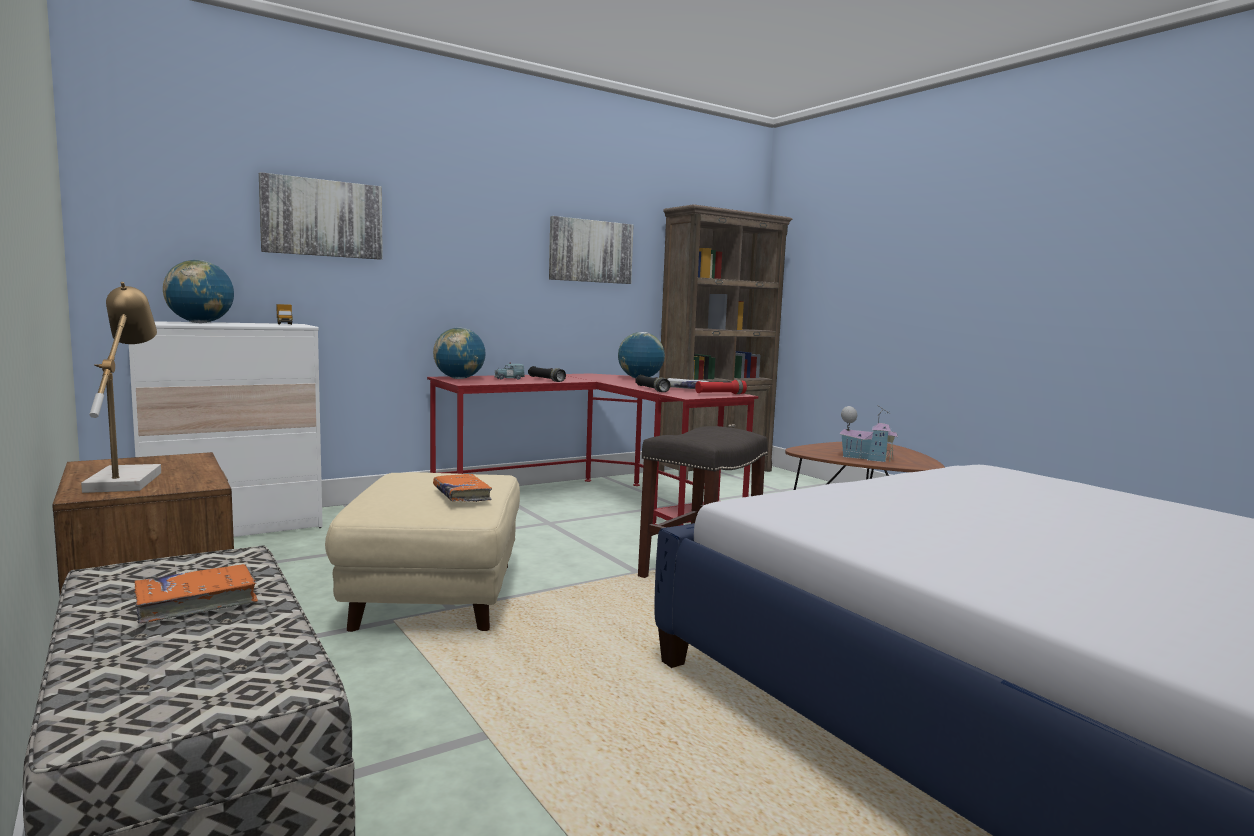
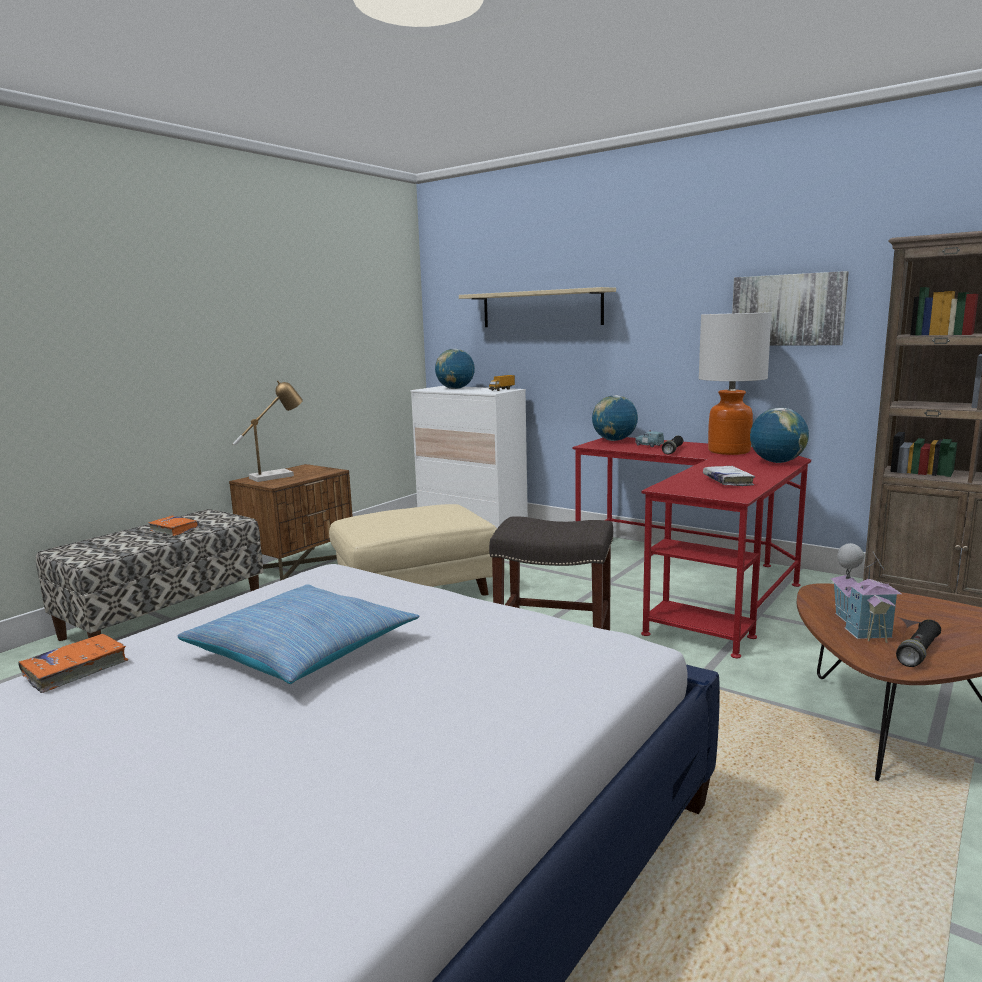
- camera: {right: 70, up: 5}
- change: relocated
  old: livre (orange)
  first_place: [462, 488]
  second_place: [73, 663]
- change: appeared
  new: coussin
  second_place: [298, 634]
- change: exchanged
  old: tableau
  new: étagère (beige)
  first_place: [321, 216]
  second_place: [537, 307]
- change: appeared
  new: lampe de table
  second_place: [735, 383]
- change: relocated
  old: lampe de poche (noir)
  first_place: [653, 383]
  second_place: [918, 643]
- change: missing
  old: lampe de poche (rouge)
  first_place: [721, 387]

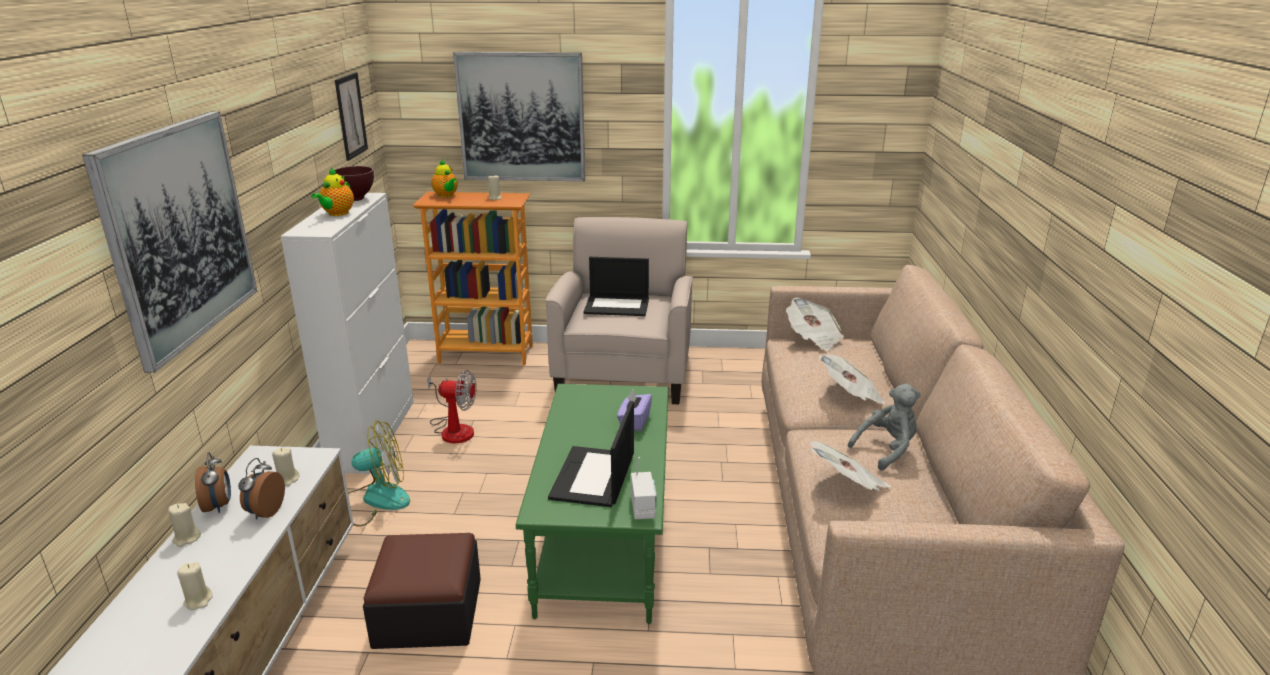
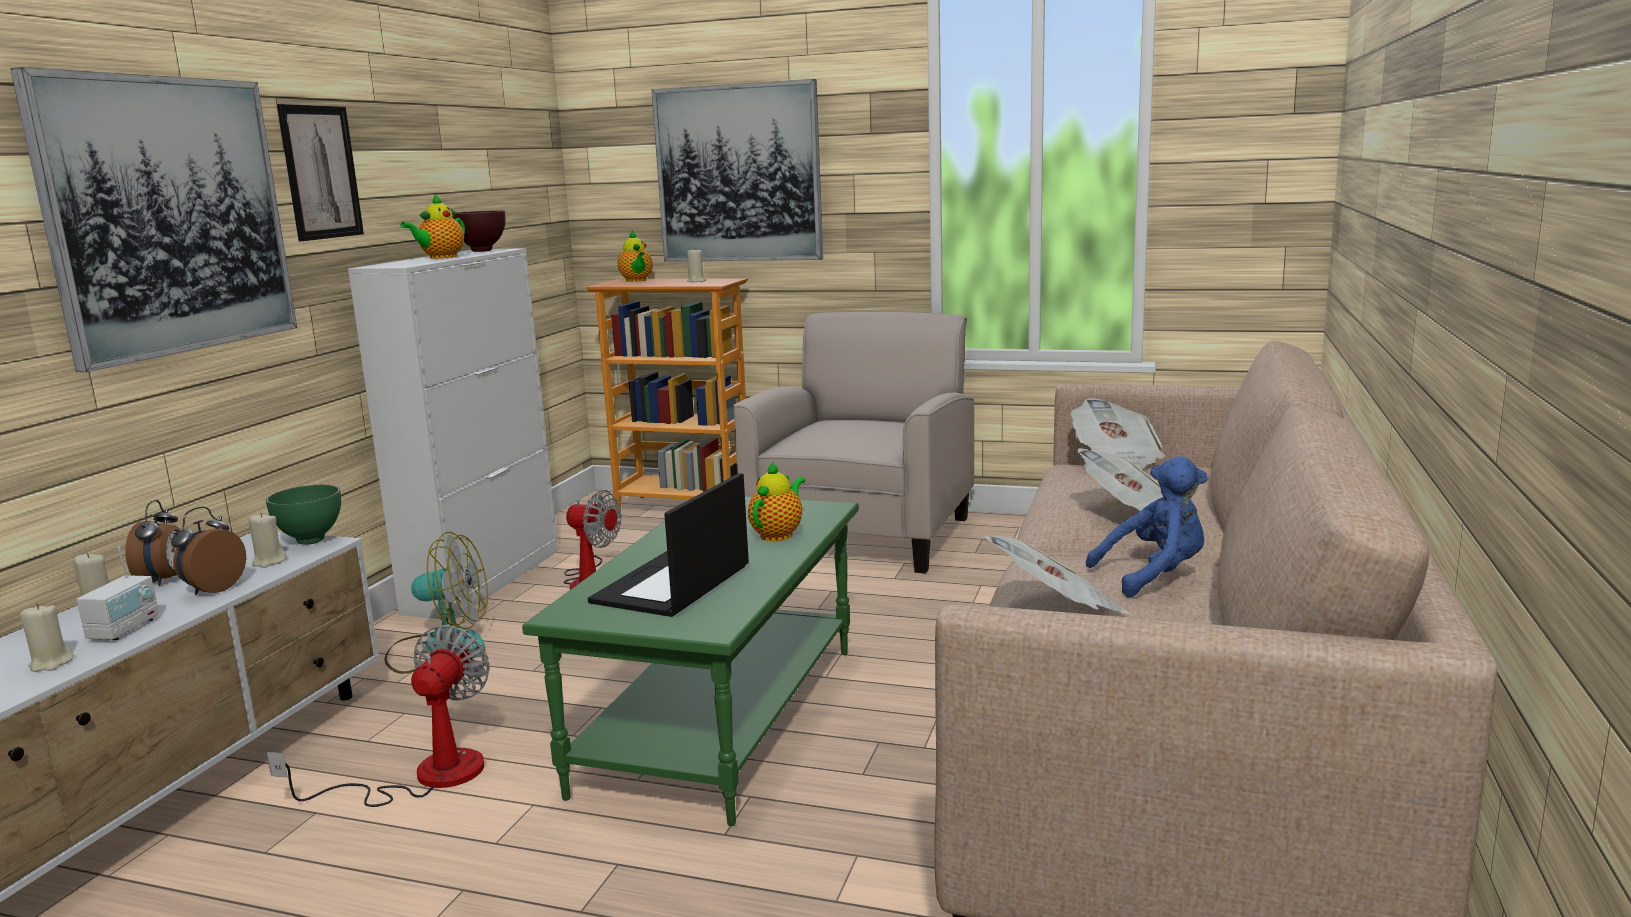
- camera: {right: 15, up: -10}
- change: relocated
  old: radio
  first_place: [644, 488]
  second_place: [117, 593]
- change: appeared
  new: bol (vert)
  second_place: [303, 515]
- change: exchanged
  old: pouf
  new: ventilateur
  first_place: [422, 591]
  second_place: [378, 716]
- change: relocated
  old: tableau
  first_place: [351, 116]
  second_place: [320, 172]
- change: exchanged
  old: boîte à mouchoirs (violet)
  new: théière
  first_place: [634, 410]
  second_place: [777, 501]
- change: colour
  old: peluche (gris)
  new: peluche (bleu)
  first_place: [884, 427]
  second_place: [1147, 526]
- change: missing
  old: ordinateur portable
  first_place: [616, 286]

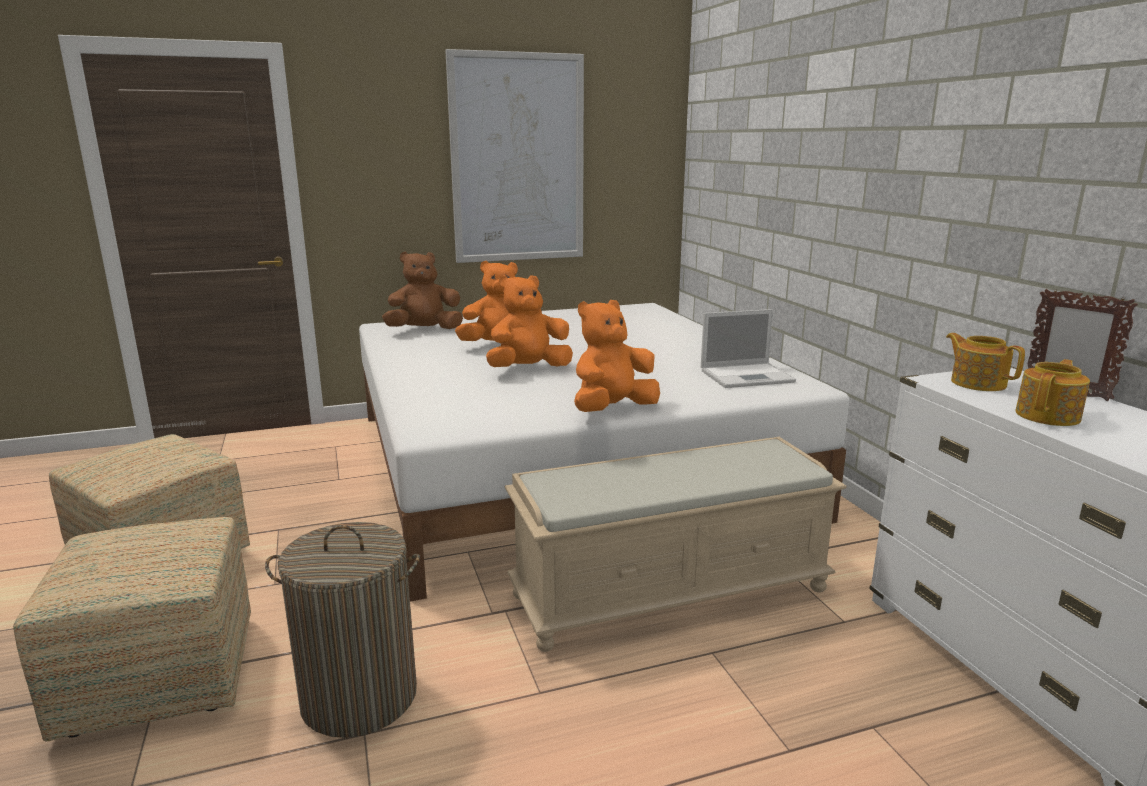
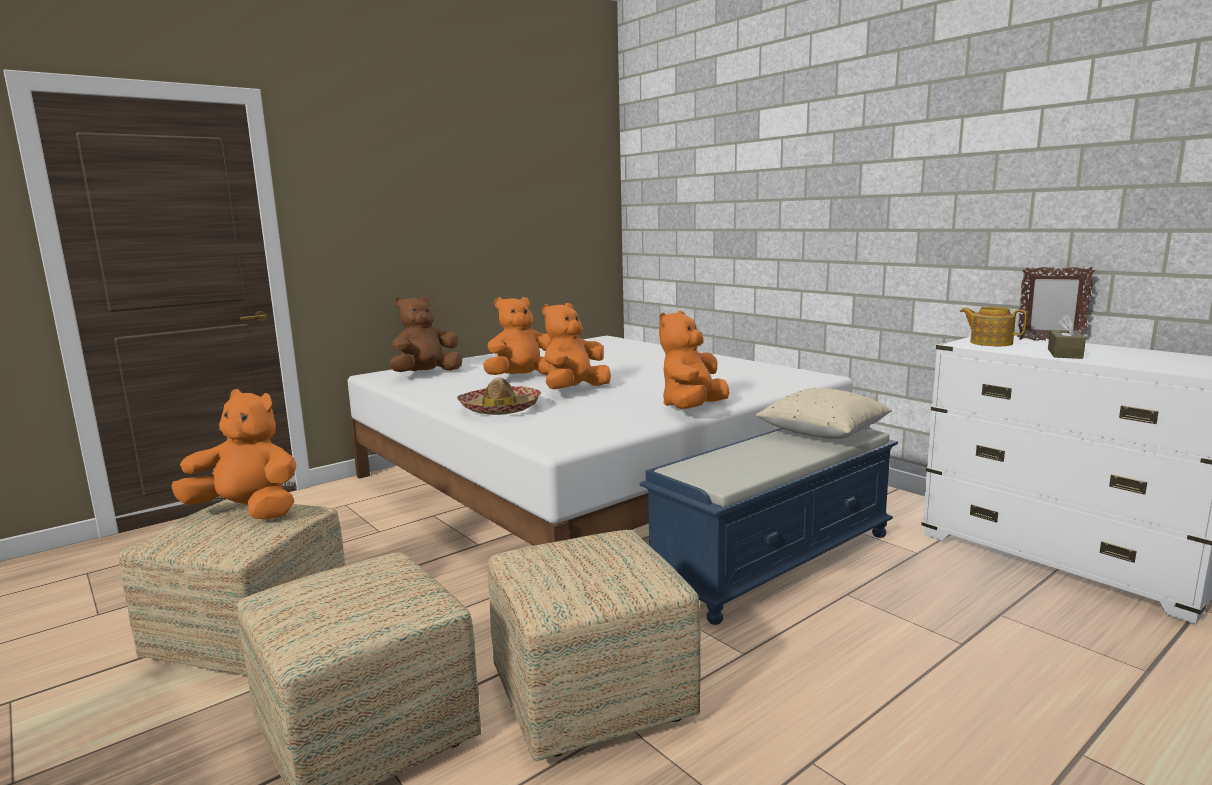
- camera: {right: -20, up: -5}
- change: appeared
  new: peluche (orange)
  second_place: [234, 454]
- change: appeared
  new: chapeau
  second_place: [499, 396]
- change: exchanged
  old: panier à linge
  new: pouf
  first_place: [342, 630]
  second_place: [594, 645]
- change: colour
  old: banc (beige)
  new: banc (bleu)
  first_place: [676, 544]
  second_place: [769, 526]
- change: appeared
  new: coussin (beige)
  second_place: [823, 413]
- change: exchanged
  old: théière
  new: boîte à mouchoirs (marron)
  first_place: [1052, 392]
  second_place: [1067, 336]
- change: missing
  old: tableau
  first_place: [514, 156]
- change: missing
  old: ordinateur portable
  first_place: [748, 348]

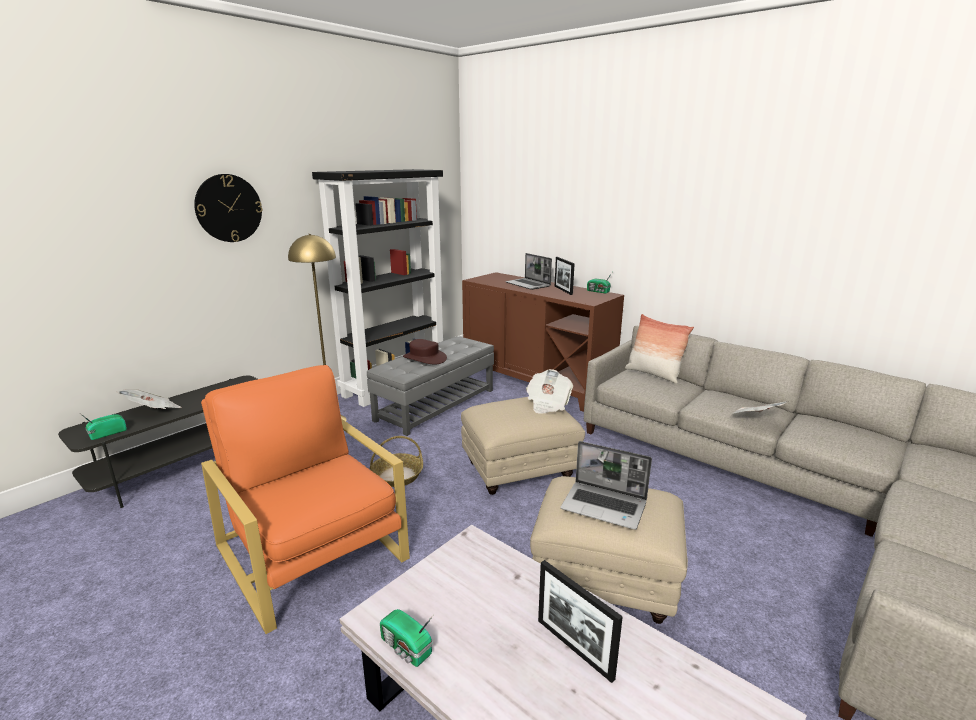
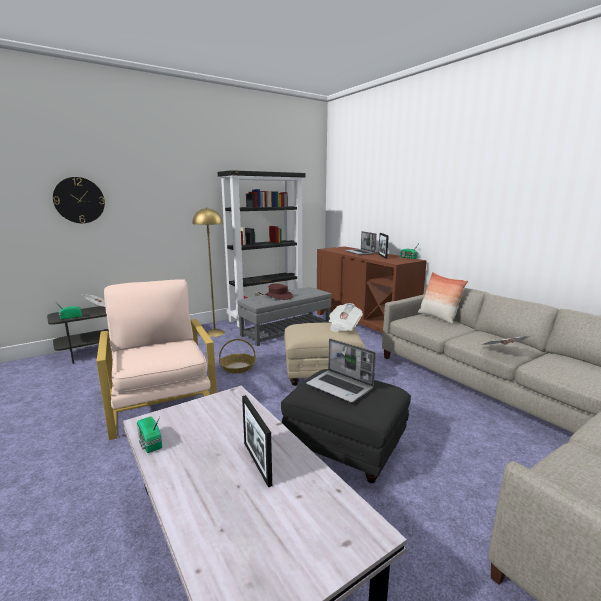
- camera: {right: 15, up: -5}
- change: relocated
  old: horloge murale
  first_place: [228, 208]
  second_place: [79, 200]
- change: colour
  old: fauteuil (orange)
  new: fauteuil (beige)
  first_place: [305, 499]
  second_place: [157, 359]
- change: colour
  old: pouf (beige)
  new: pouf (noir)
  first_place: [609, 550]
  second_place: [346, 426]

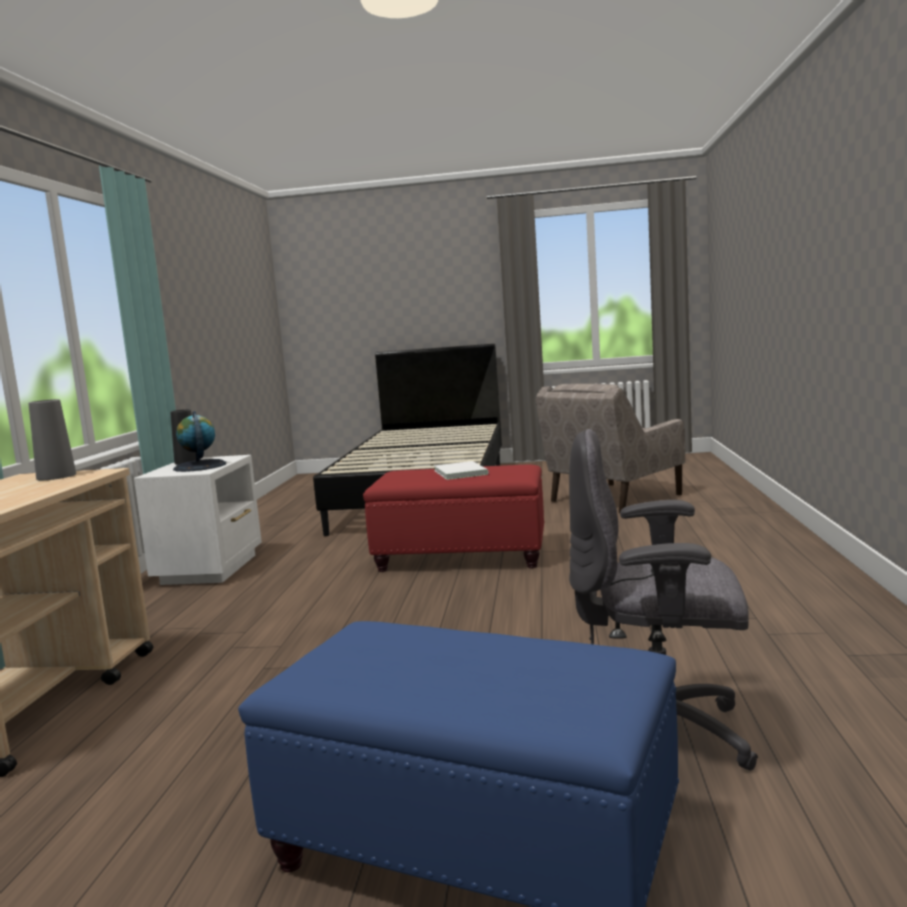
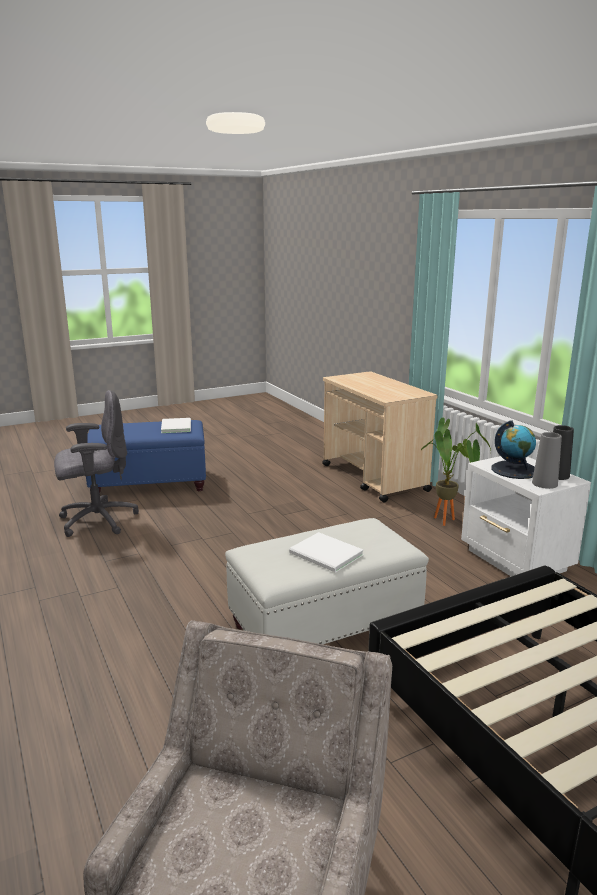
- camera: {right: 145, up: 10}
- change: appeared
  new: livre (blanc)
  second_place: [176, 425]
- change: colour
  old: pouf (rouge)
  new: pouf (blanc)
  first_place: [453, 518]
  second_place: [327, 581]
- change: appeared
  new: plante en pot
  second_place: [456, 472]
- change: relocated
  old: vase (gris)
  first_place: [52, 439]
  second_place: [547, 460]

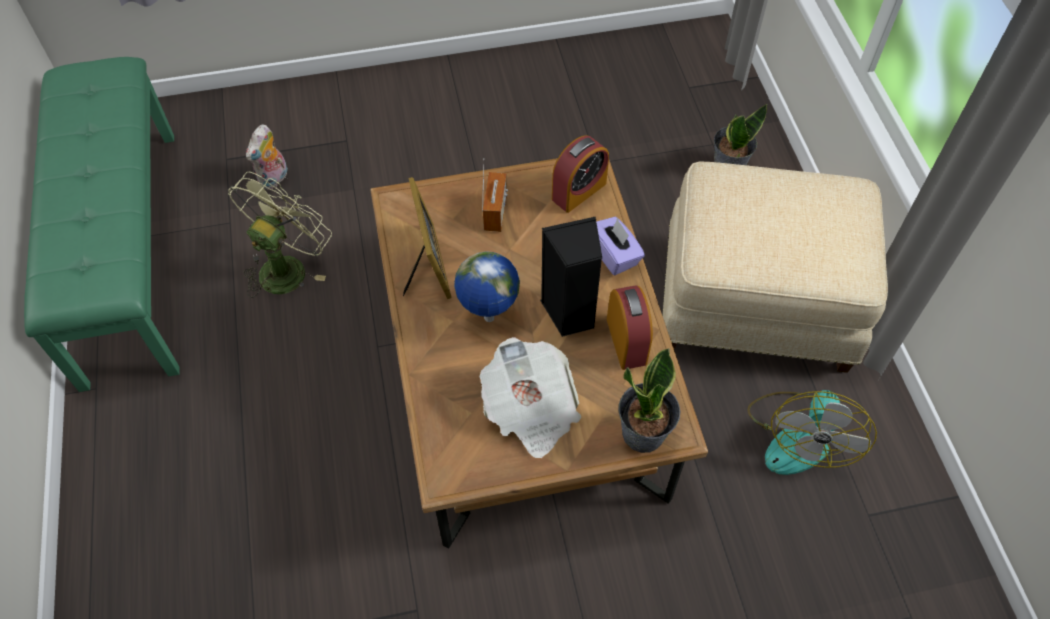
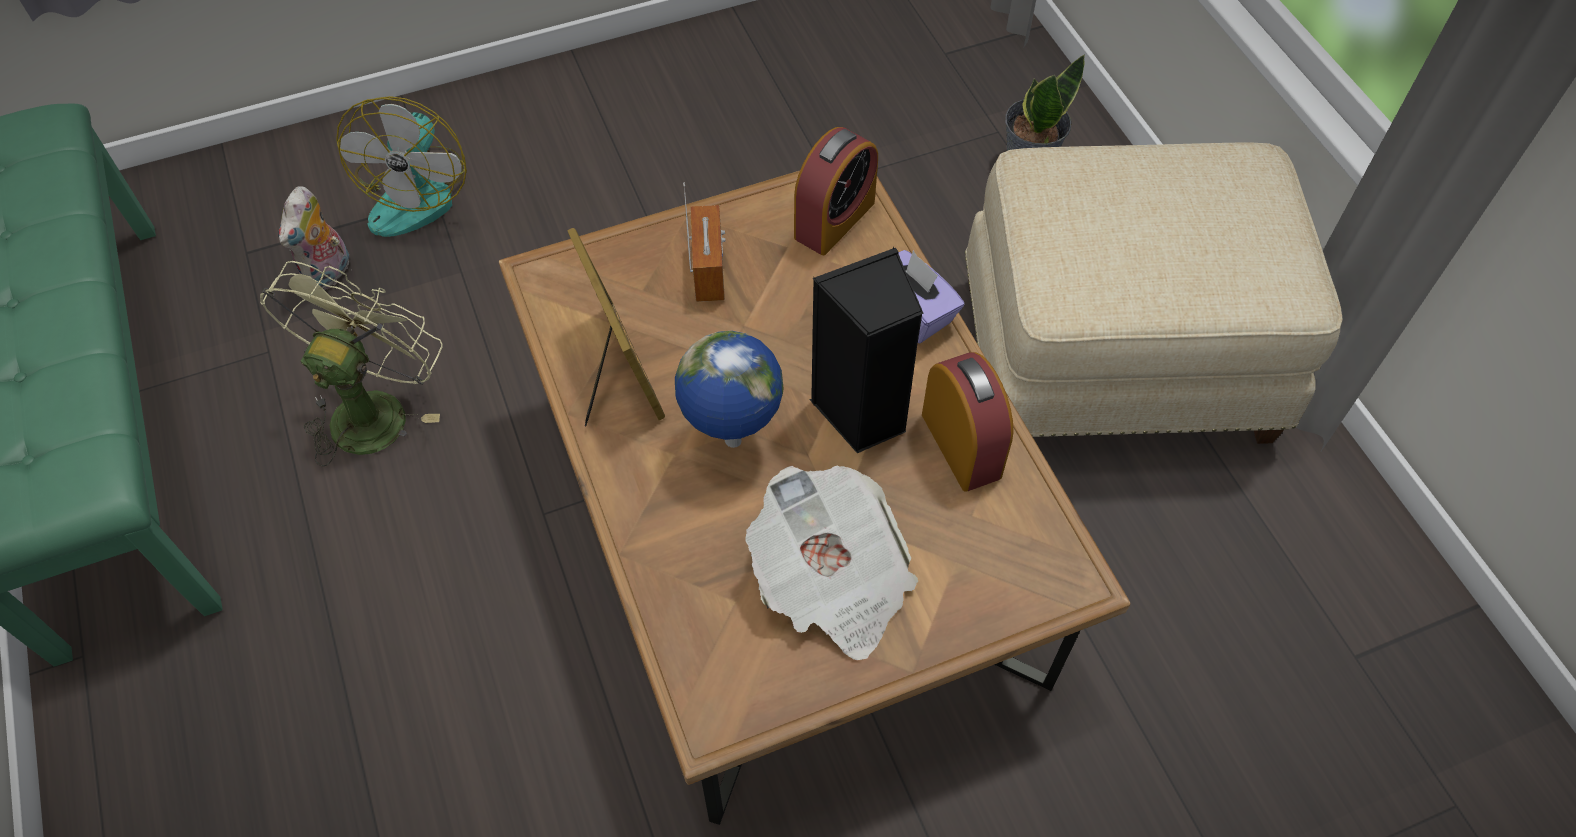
- camera: {right: -10, up: 0}
- change: relocated
  old: ventilateur
  first_place: [812, 432]
  second_place: [401, 166]
- change: missing
  old: plante en pot
  first_place: [649, 400]

